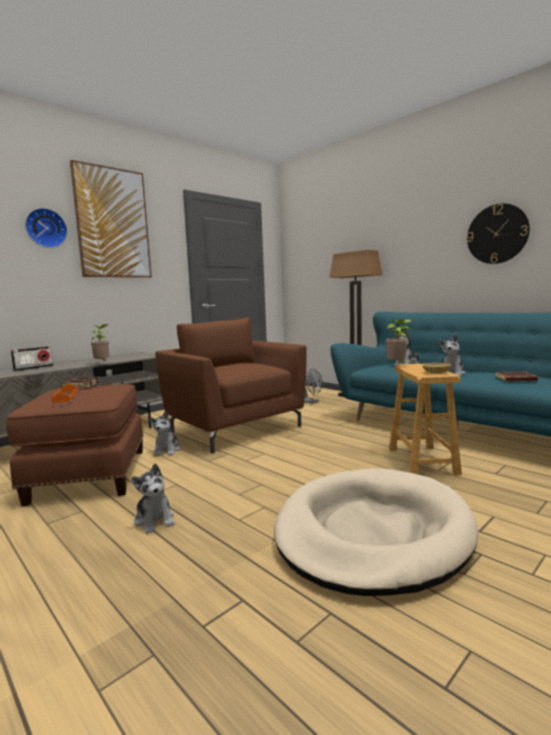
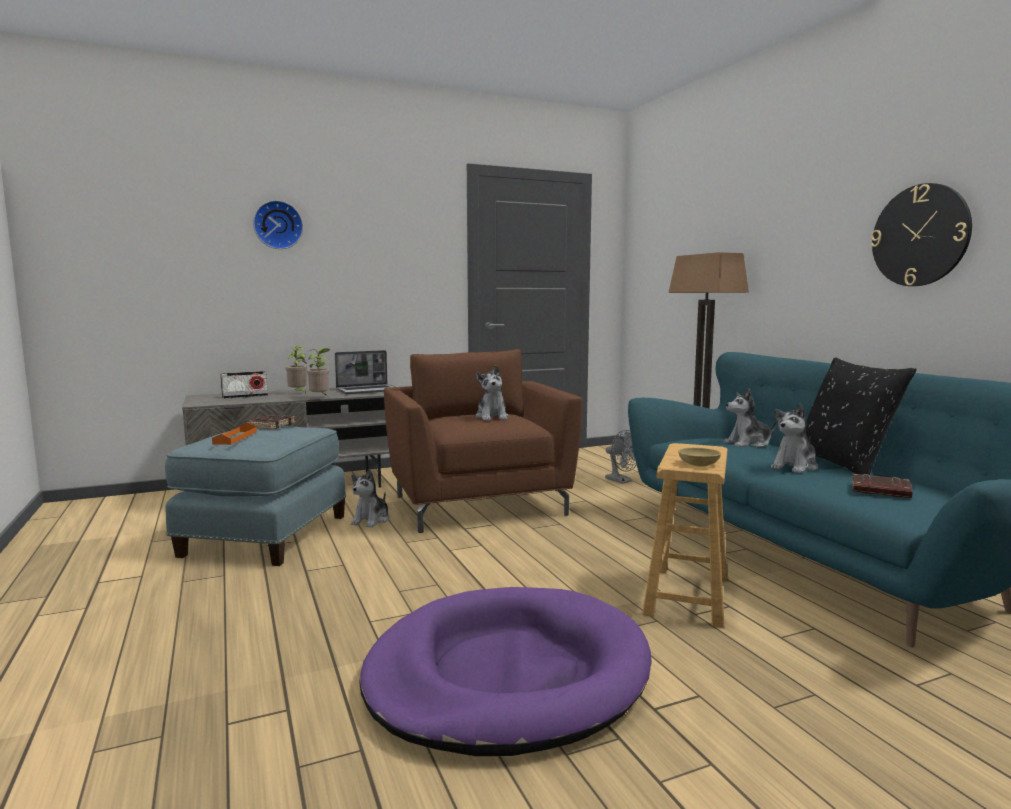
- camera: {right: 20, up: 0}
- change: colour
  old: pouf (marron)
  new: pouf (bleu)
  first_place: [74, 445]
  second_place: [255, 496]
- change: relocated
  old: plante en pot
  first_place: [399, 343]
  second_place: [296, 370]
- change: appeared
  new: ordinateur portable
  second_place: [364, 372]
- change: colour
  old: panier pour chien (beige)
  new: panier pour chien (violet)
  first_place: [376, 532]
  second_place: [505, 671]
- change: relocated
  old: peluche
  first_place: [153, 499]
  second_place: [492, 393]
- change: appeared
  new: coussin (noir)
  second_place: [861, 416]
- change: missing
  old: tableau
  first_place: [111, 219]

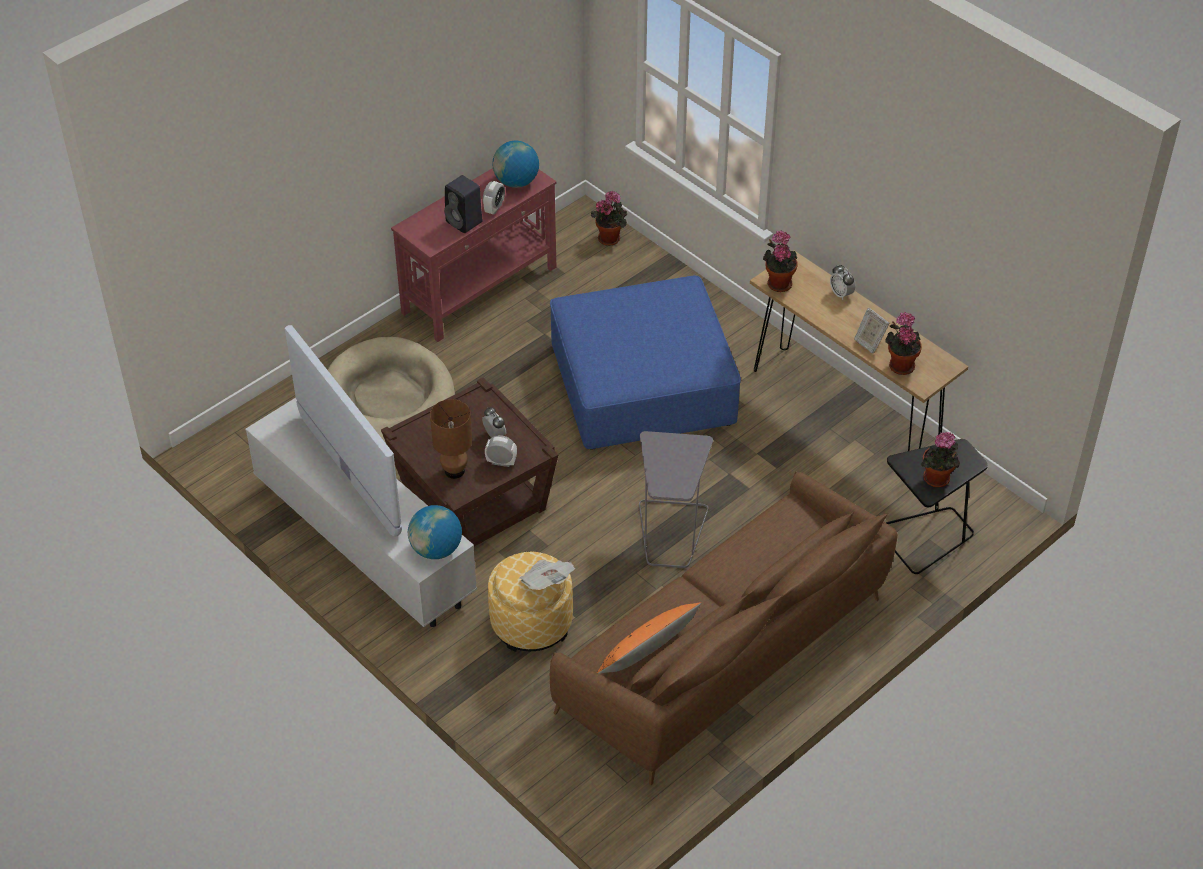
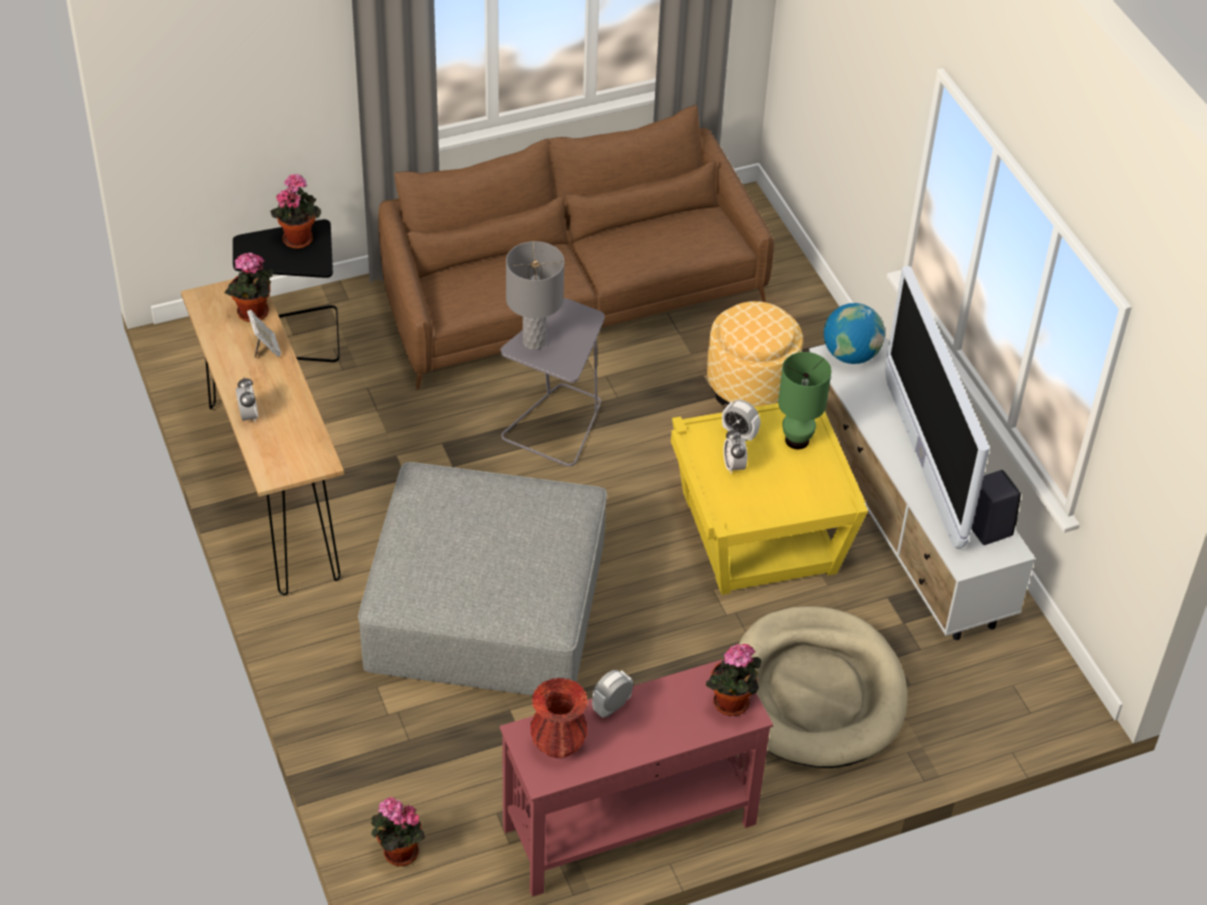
- camera: {right: -160, up: 0}
- change: colour
  old: pouf (bleu)
  new: pouf (gris)
  first_place: [645, 363]
  second_place: [482, 578]
- change: appeared
  new: lampe de table (gris)
  second_place: [535, 295]
- change: exchanged
  old: globe
  new: vase (rouge)
  first_place: [515, 164]
  second_place: [559, 718]
- change: colour
  old: table d'appoint (marron)
  new: table d'appoint (jaune)
  first_place: [470, 461]
  second_place: [769, 499]
- change: relocated
  old: plante en pot
  first_place: [780, 261]
  second_place: [733, 679]
- change: colour
  old: lampe de table (marron)
  new: lampe de table (vert)
  first_place: [451, 439]
  second_place: [805, 400]
- change: relocated
  old: enceinte (noir)
  first_place: [463, 204]
  second_place: [996, 507]
- change: missing
  old: journal
  first_place: [547, 575]
- change: missing
  old: coussin (orange)
  first_place: [649, 638]

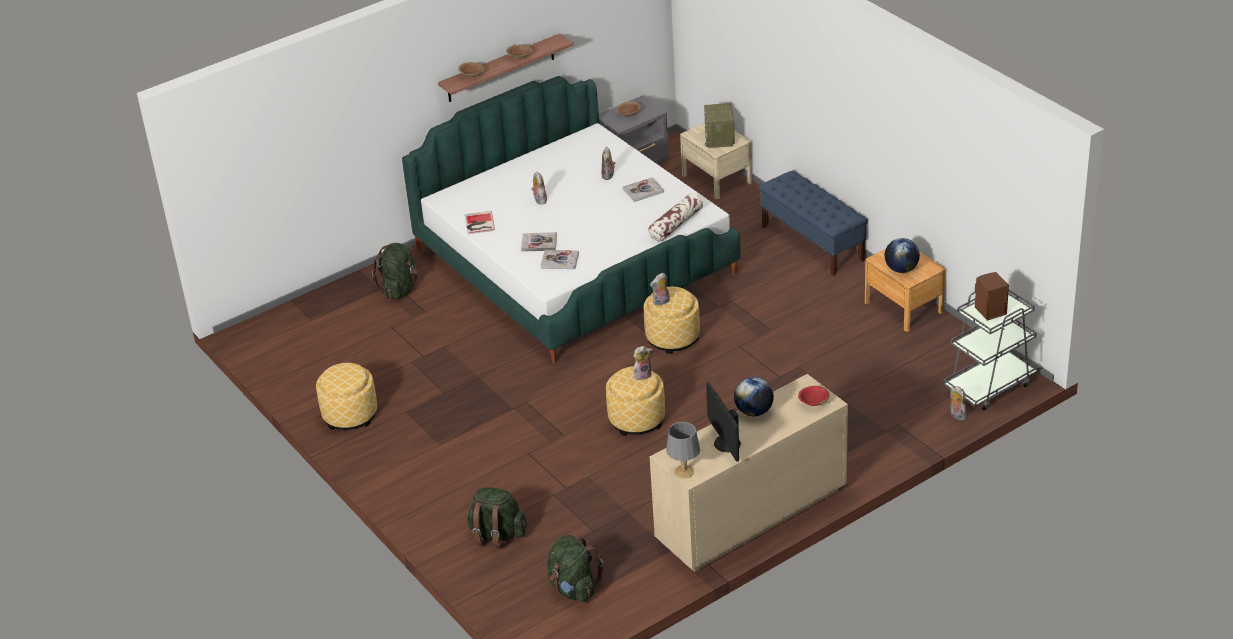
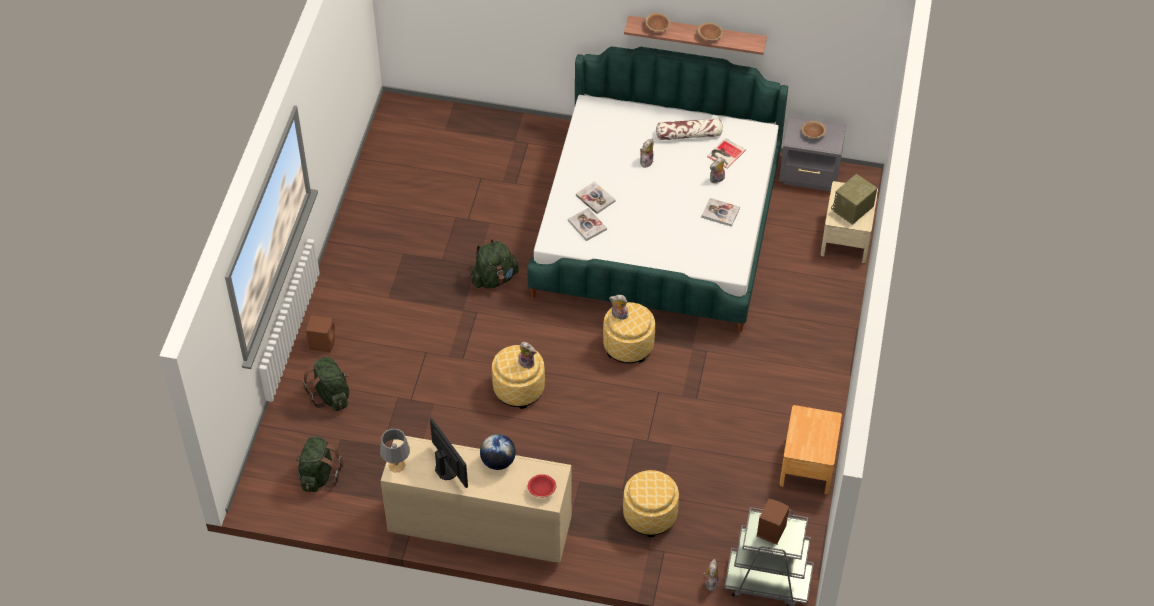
- camera: {right: 45, up: 15}
- change: appeared
  new: enceinte (marron)
  second_place: [320, 334]
- change: spun
  old: écran d'ordinateur
  first_place: [723, 422]
  second_place: [449, 453]
  degrees: 120
- change: relocated
  old: sac à dos (vert)
  first_place: [395, 271]
  second_place: [494, 263]
- change: relocated
  old: pouf
  first_place: [346, 396]
  second_place: [651, 503]
- change: relocated
  old: coussin
  first_place: [675, 217]
  second_place: [689, 129]
- change: relocated
  old: livre
  first_place: [480, 222]
  second_place: [726, 153]
- change: missing
  old: banc (bleu)
  first_place: [813, 223]
- change: missing
  old: globe
  first_place: [902, 255]

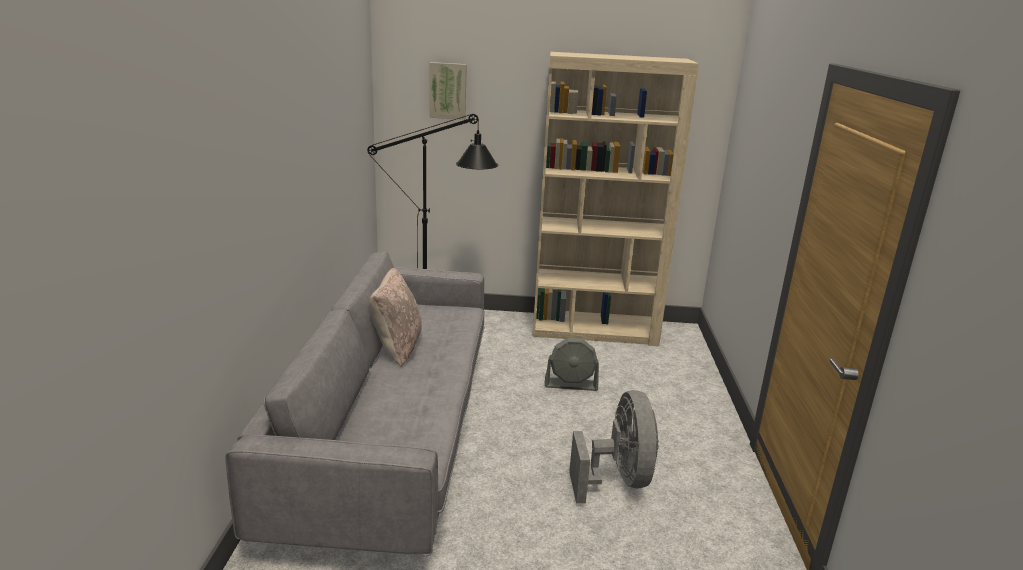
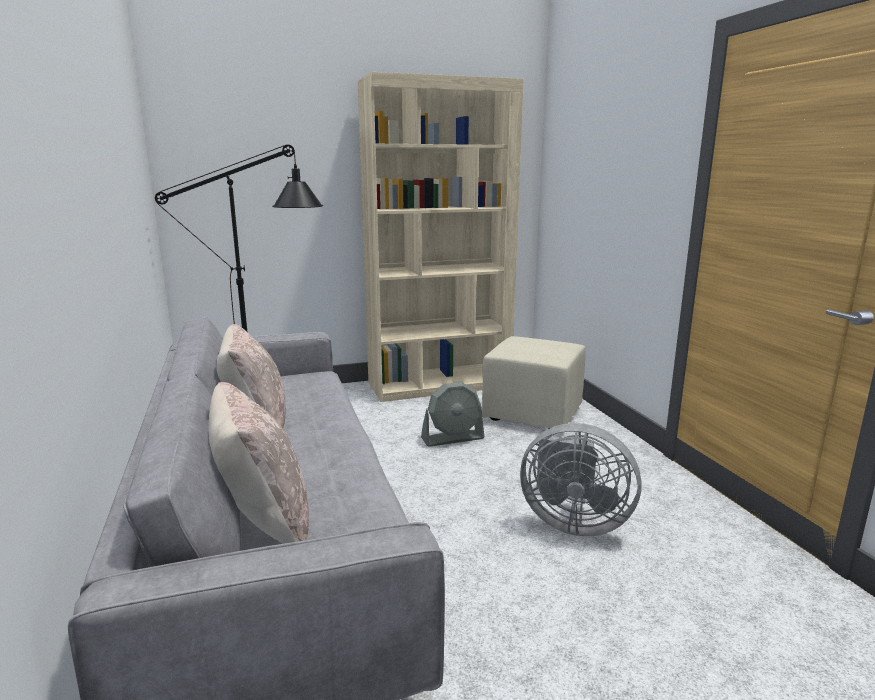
- camera: {right: -20, up: -5}
- change: appeared
  new: coussin (beige)
  second_place: [258, 463]
- change: appeared
  new: pouf (beige)
  second_place: [534, 382]
- change: spun
  old: ventilateur (gris)
  first_place: [614, 446]
  second_place: [581, 479]
  degrees: 135
- change: missing
  old: tableau
  first_place: [448, 91]

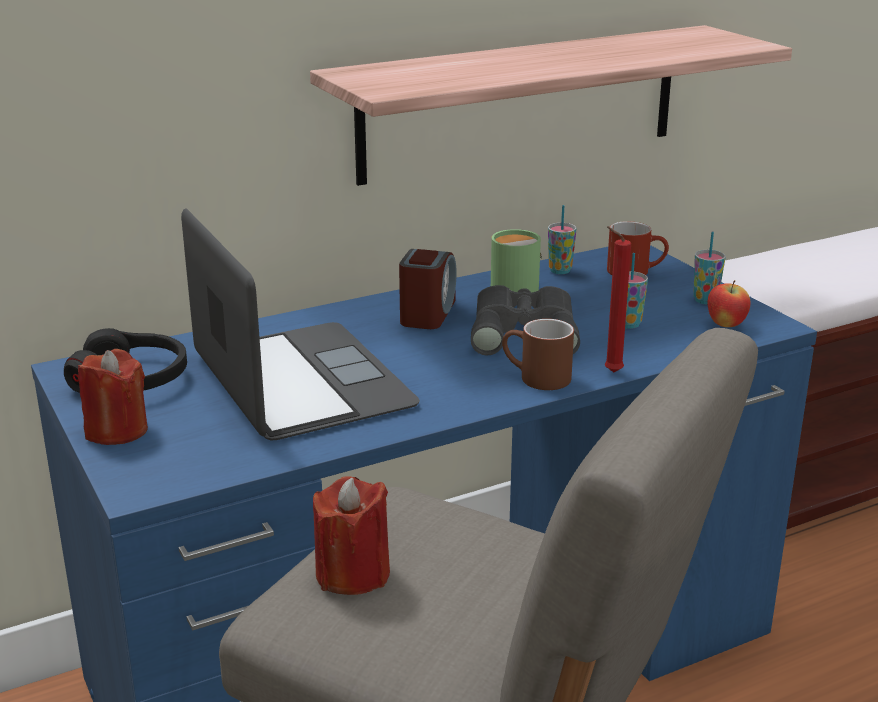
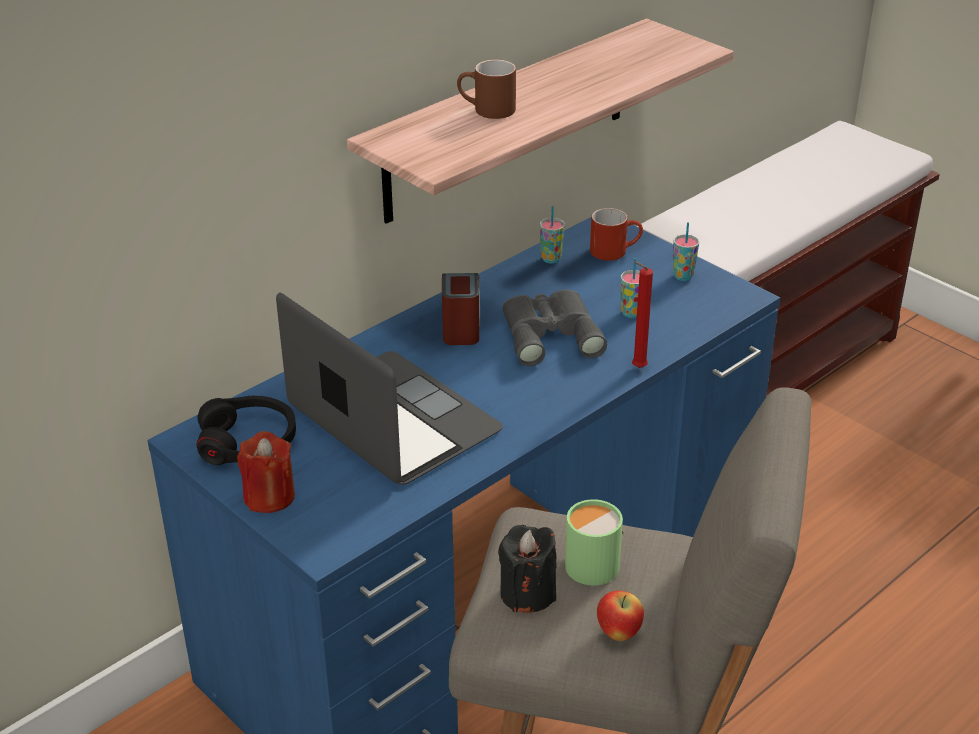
- camera: {right: -15, up: 10}
- change: relocated
  old: mug (marron)
  first_place: [538, 354]
  second_place: [486, 89]
- change: colour
  old: bougie (rouge)
  new: bougie (noir)
  first_place: [351, 535]
  second_place: [527, 569]
- change: relocated
  old: mug (vert)
  first_place: [516, 260]
  second_place: [594, 542]
- change: relocated
  old: pomme
  first_place: [729, 303]
  second_place: [620, 616]

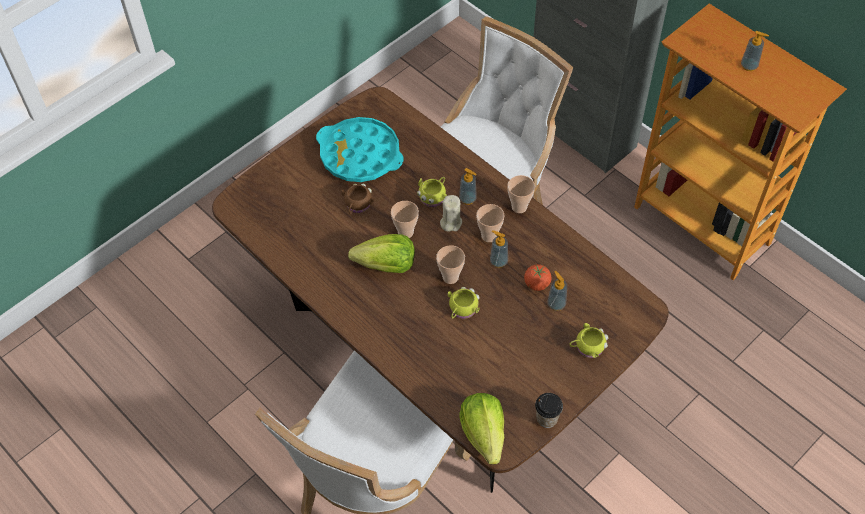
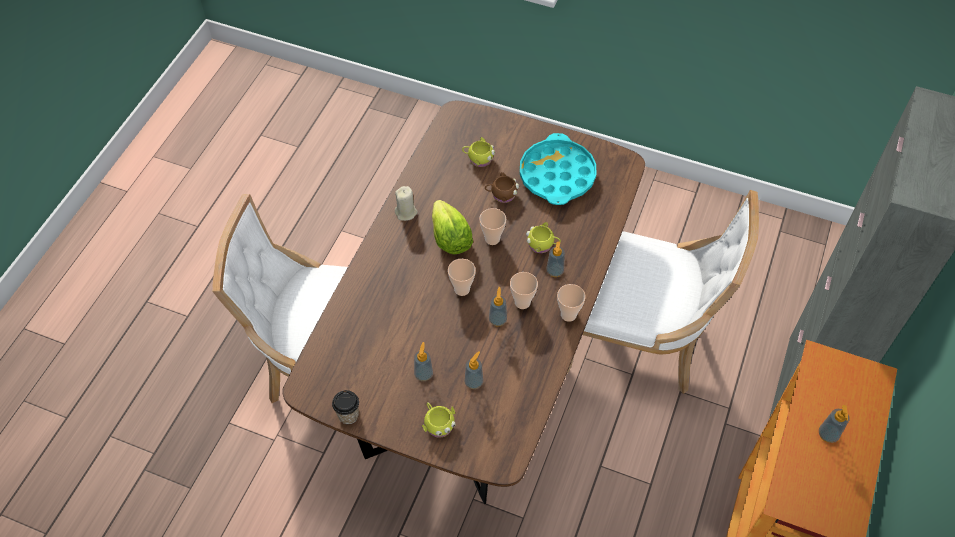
- camera: {right: 65, up: 0}
- change: relocated
  old: bougie (beige)
  first_place: [451, 213]
  second_place: [406, 203]
- change: appeared
  new: distributeur de savon
  second_place: [423, 361]
- change: relocated
  old: mug (jaune)
  first_place: [463, 303]
  second_place: [478, 152]
- change: missing
  old: laitue
  first_place: [481, 429]
- change: missing
  old: tomate
  first_place: [537, 277]

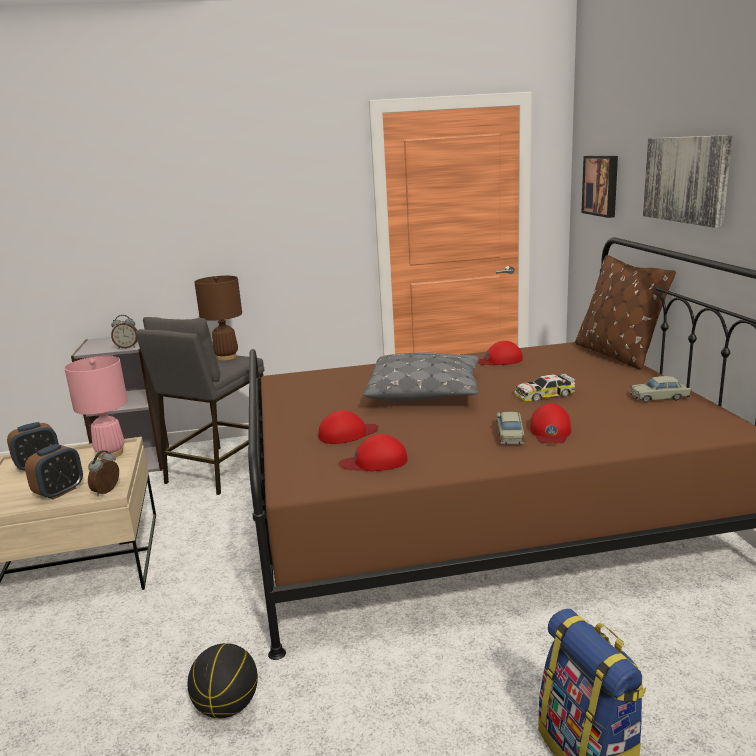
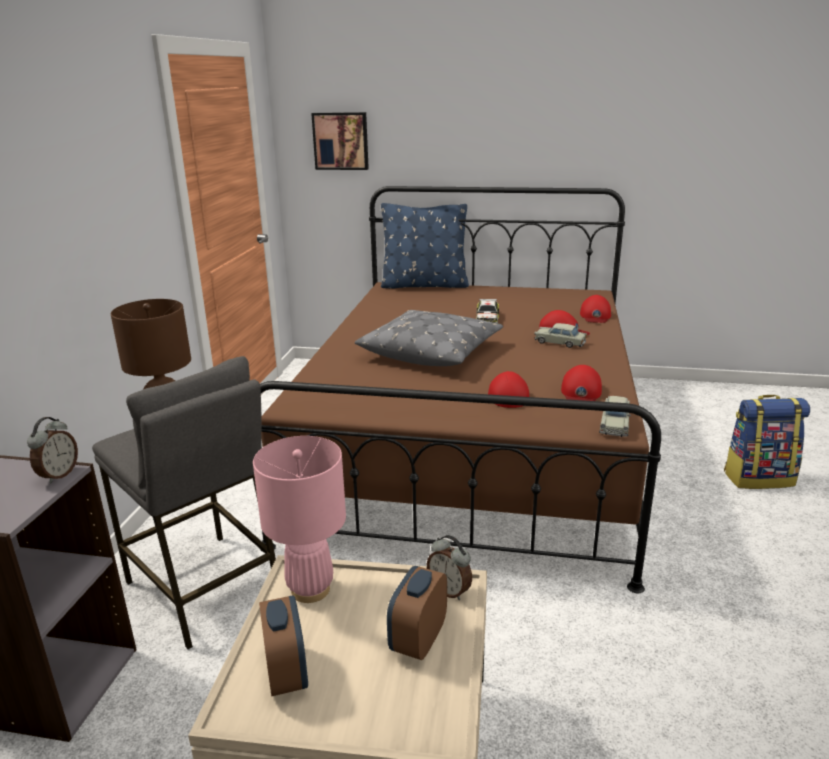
- camera: {right: -70, up: 5}
- change: colour
  old: coussin (marron)
  new: coussin (bleu)
  first_place: [625, 312]
  second_place: [425, 245]
- change: spun
  old: réveil
  first_place: [54, 472]
  second_place: [417, 613]
  degrees: -120
- change: relocated
  old: casquette (rouge)
  first_place: [500, 353]
  second_place: [595, 309]
- change: relocated
  old: petite voiture (beige)
  first_place: [660, 389]
  second_place: [615, 416]
- change: missing
  old: ballon de basket
  first_place: [222, 680]
- change: missing
  old: tableau
  first_place: [687, 181]

